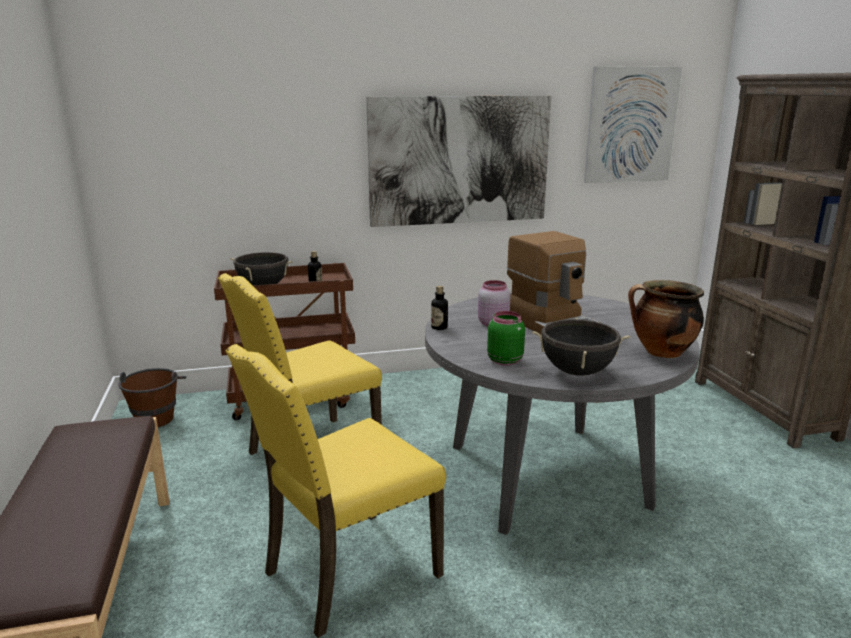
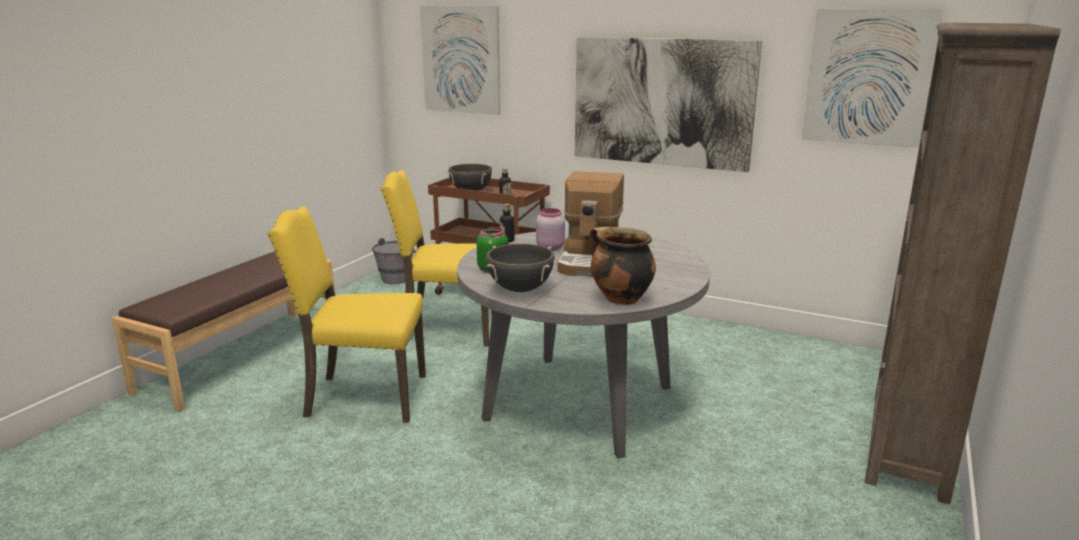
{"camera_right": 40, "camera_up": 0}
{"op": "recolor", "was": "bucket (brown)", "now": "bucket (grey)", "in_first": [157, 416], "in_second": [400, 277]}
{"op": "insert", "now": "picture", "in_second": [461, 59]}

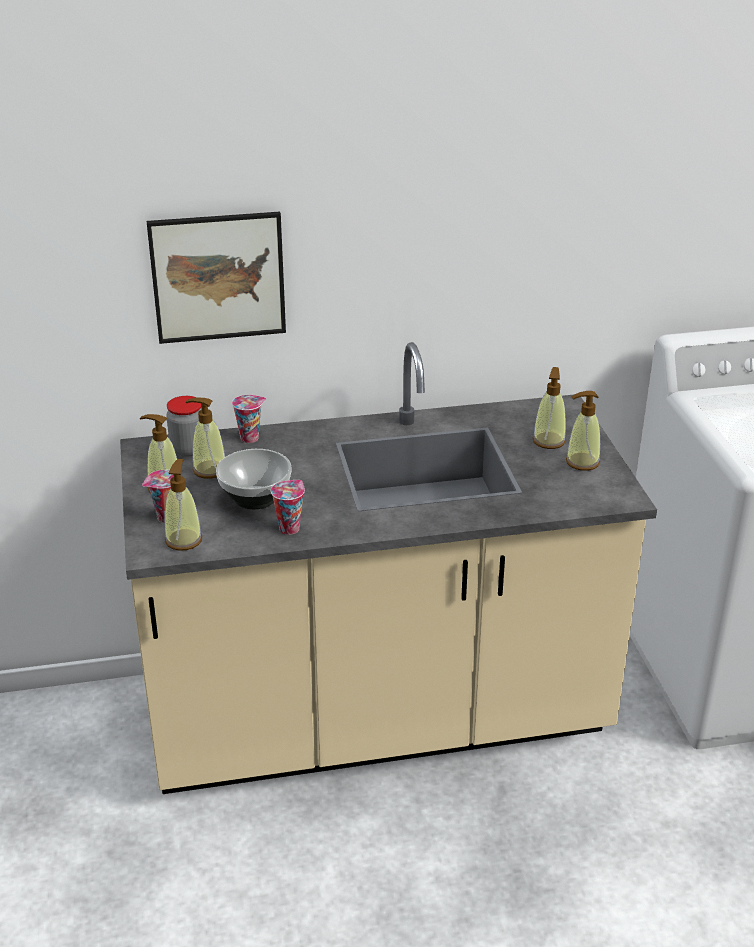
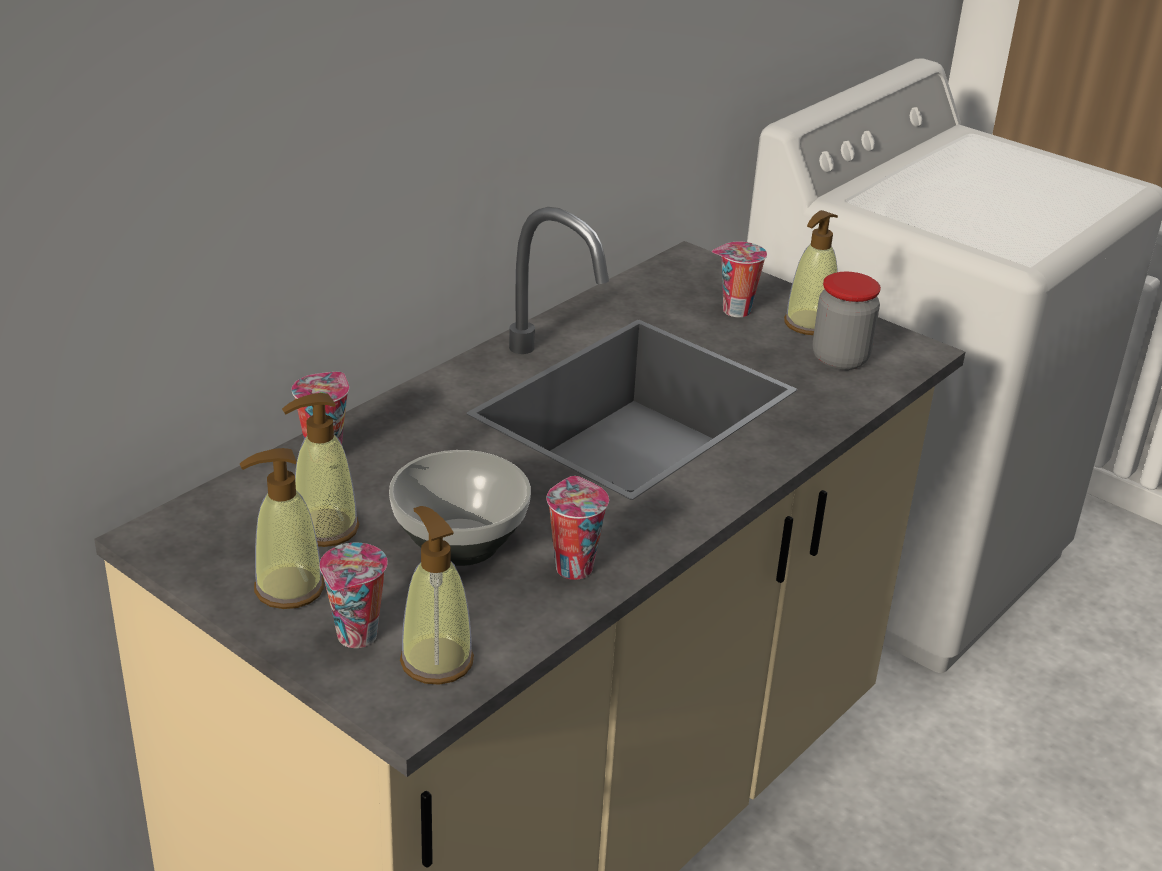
{"camera_right": -40, "camera_up": 0}
{"op": "delete", "was": "picture", "in_first": [218, 277]}
{"op": "move", "was": "jar", "in_first": [188, 449], "in_second": [840, 359]}
{"op": "replace", "was": "soap dispenser", "now": "cup", "in_first": [549, 441], "in_second": [734, 311]}

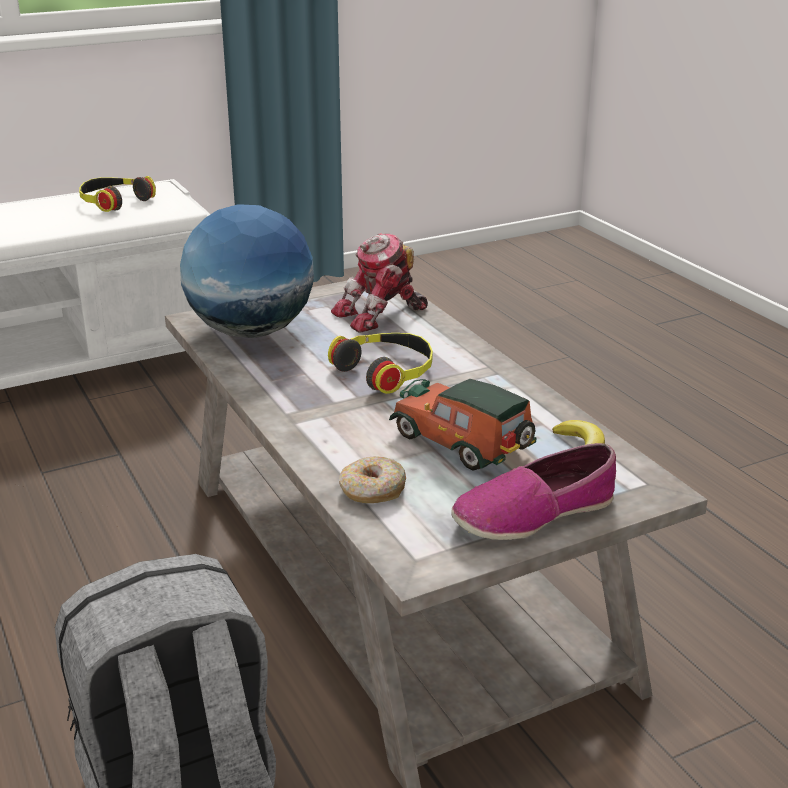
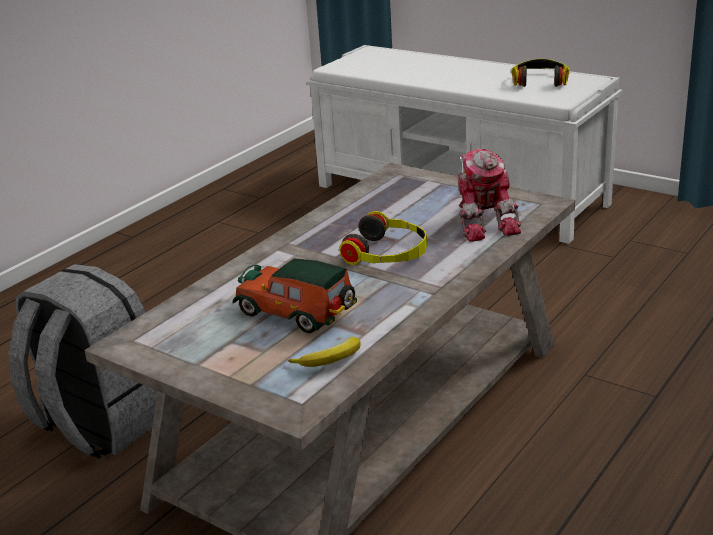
{"camera_right": 65, "camera_up": 0}
{"op": "delete", "was": "globe", "in_first": [251, 331]}
{"op": "rotate", "was": "toy robot", "in_first": [381, 315], "in_second": [484, 222], "clockwise": -135}
{"op": "delete", "was": "donut", "in_first": [372, 491]}
{"op": "rotate", "was": "toy car", "in_first": [464, 445], "in_second": [298, 314], "clockwise": -75}
{"op": "delete", "was": "shoe", "in_first": [534, 513]}

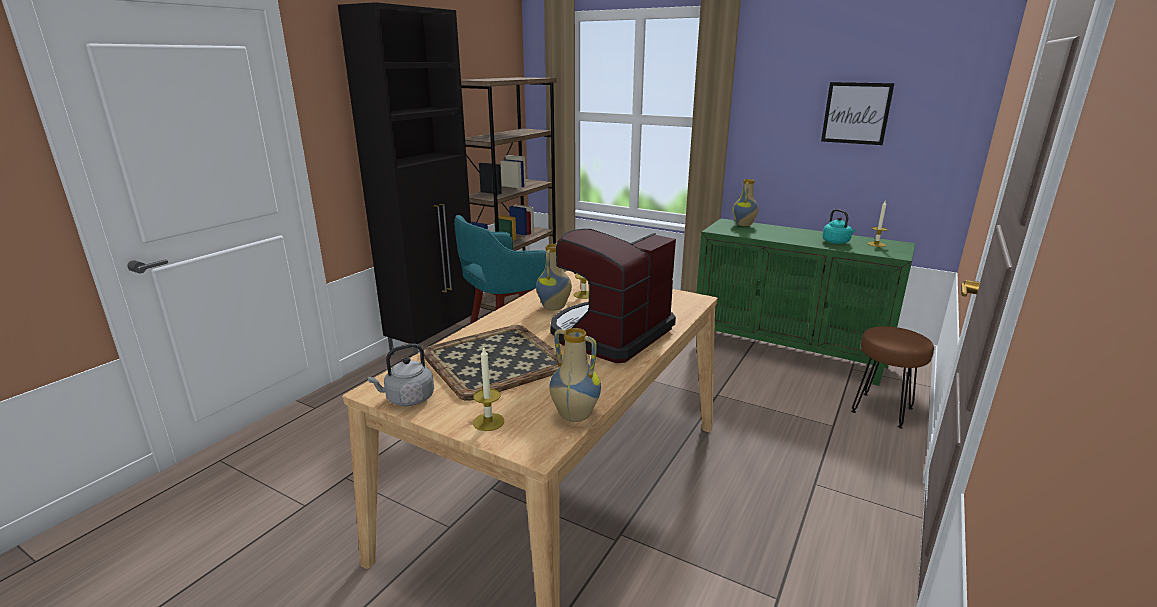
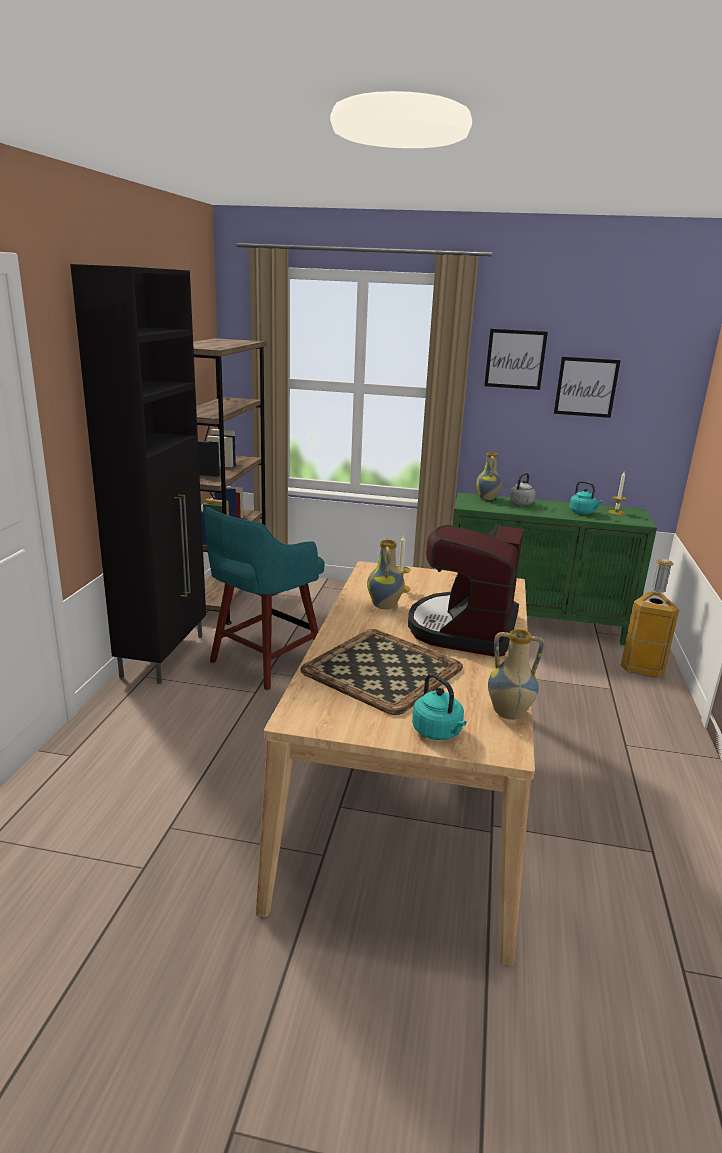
{"camera_right": -20, "camera_up": 0}
{"op": "move", "was": "kettle (grey)", "in_first": [407, 399], "in_second": [520, 504]}
{"op": "replace", "was": "candle", "now": "kettle (turquoise)", "in_first": [488, 422], "in_second": [438, 732]}
{"op": "replace", "was": "stool (brown)", "now": "trash can", "in_first": [882, 410], "in_second": [641, 667]}
{"op": "insert", "now": "picture", "in_second": [515, 359]}

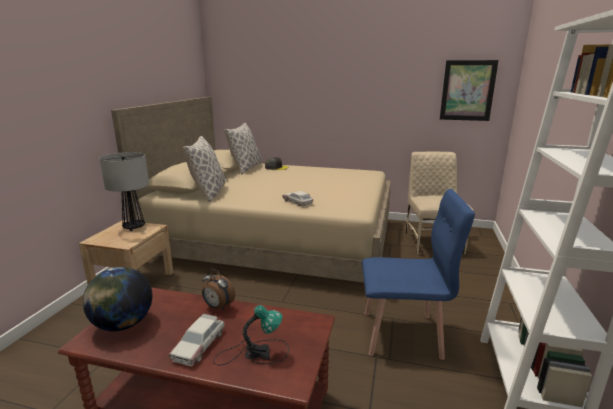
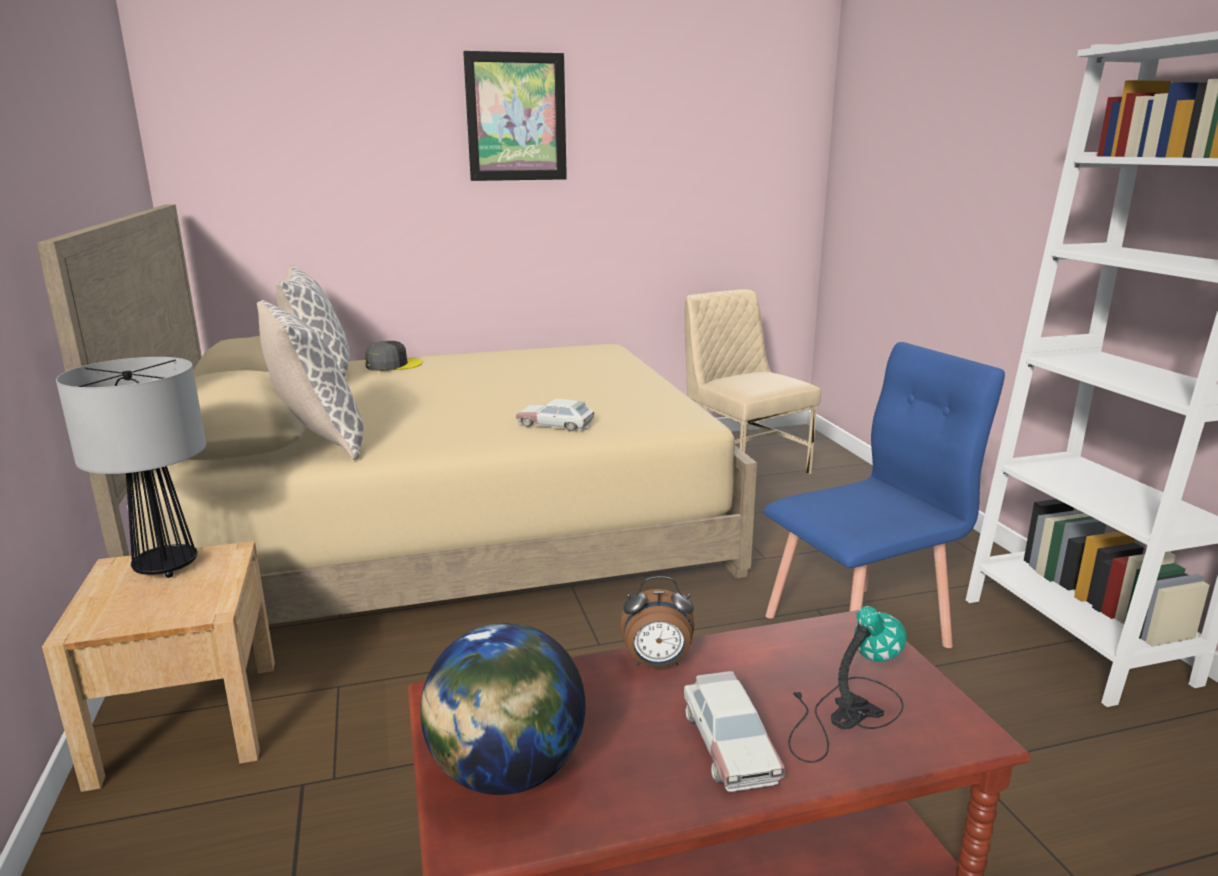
{"camera_right": -30, "camera_up": 0}
{"op": "move", "was": "picture", "in_first": [467, 90], "in_second": [516, 117]}

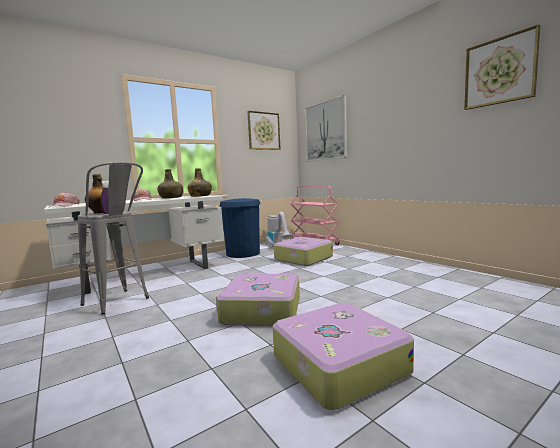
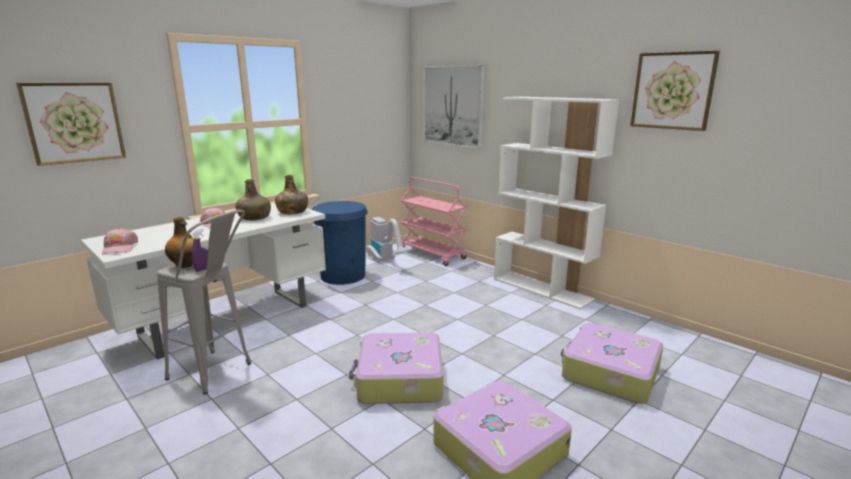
{"camera_right": -10, "camera_up": 10}
{"op": "move", "was": "picture", "in_first": [264, 131], "in_second": [74, 122]}
{"op": "move", "was": "suitcase", "in_first": [302, 258], "in_second": [609, 373]}
{"op": "insert", "now": "bookcase (white)", "in_second": [542, 289]}

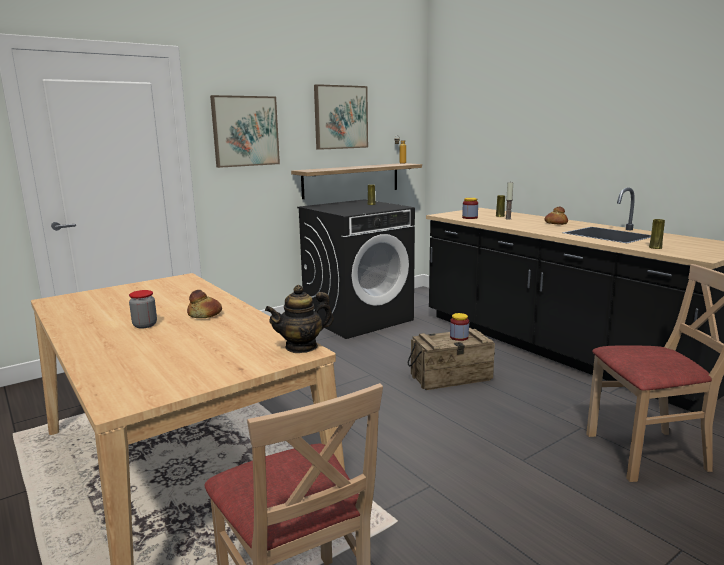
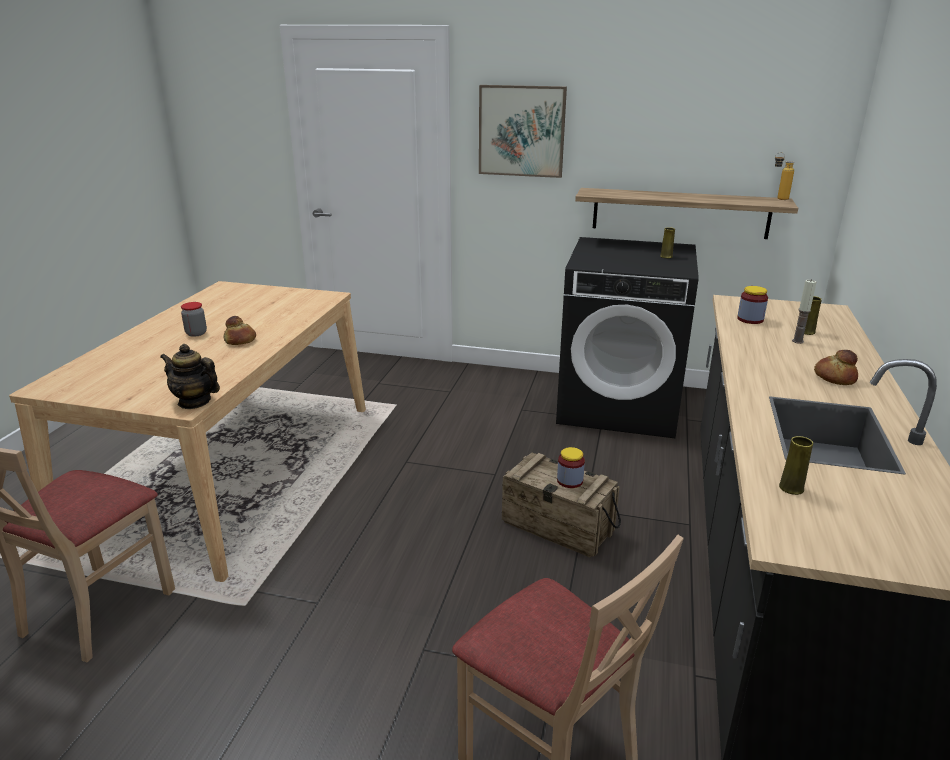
{"camera_right": 50, "camera_up": 10}
{"op": "delete", "was": "picture", "in_first": [340, 117]}

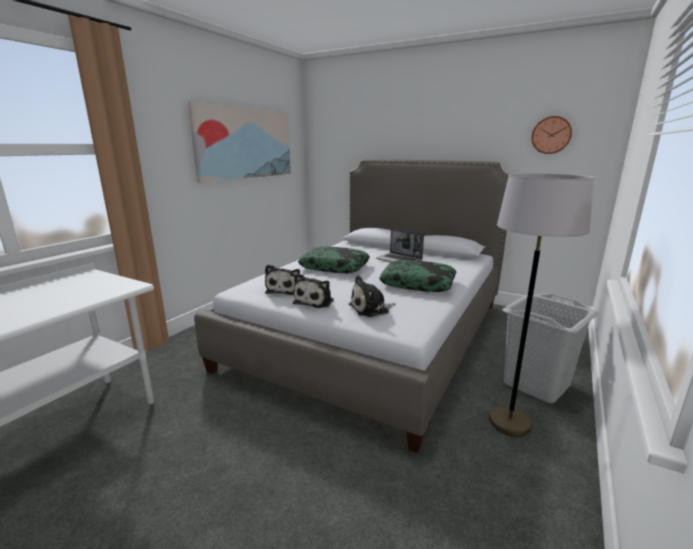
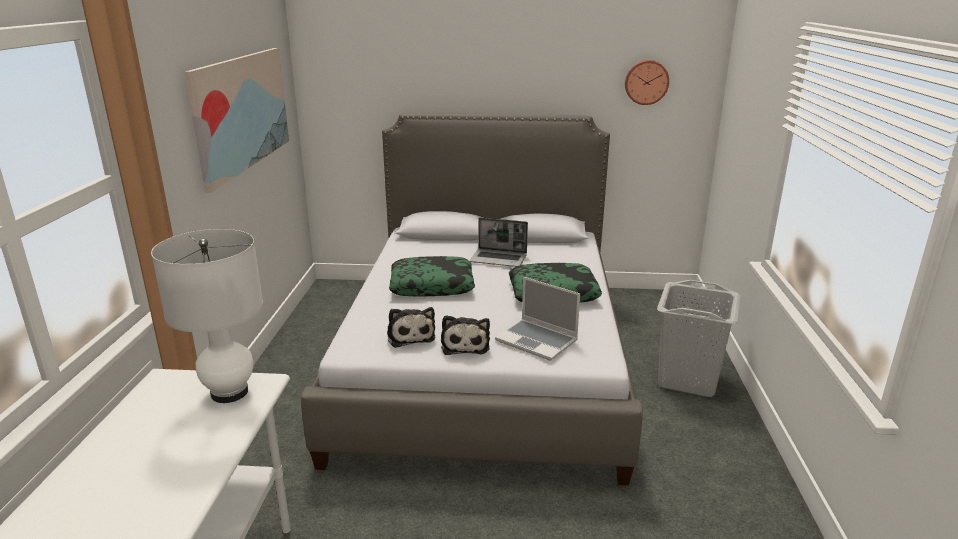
{"camera_right": -25, "camera_up": 5}
{"op": "replace", "was": "plush toy", "now": "laptop", "in_first": [371, 309], "in_second": [538, 341]}
{"op": "delete", "was": "floor lamp (grey)", "in_first": [509, 422]}
{"op": "insert", "now": "table lamp (white)", "in_second": [229, 393]}

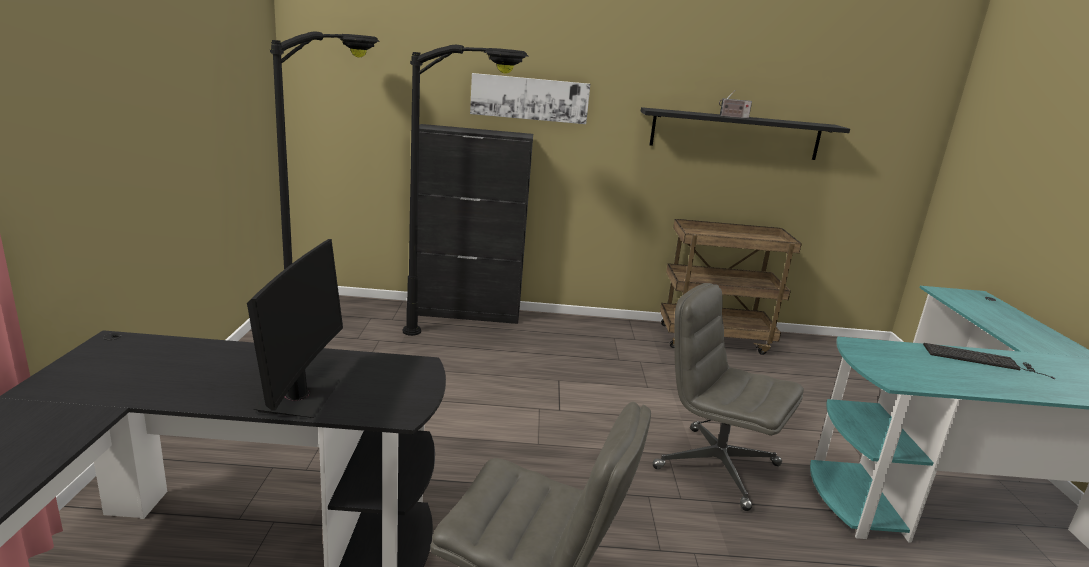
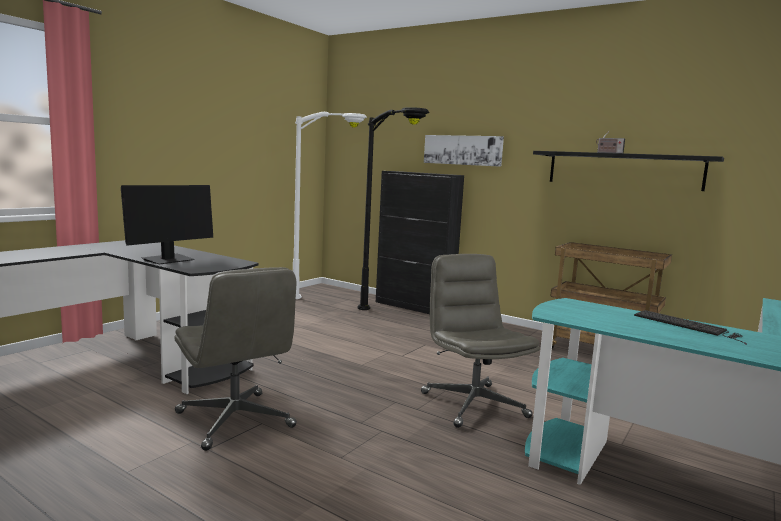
{"camera_right": 35, "camera_up": -10}
{"op": "recolor", "was": "floor lamp (black)", "now": "floor lamp (white)", "in_first": [343, 318], "in_second": [333, 297]}

